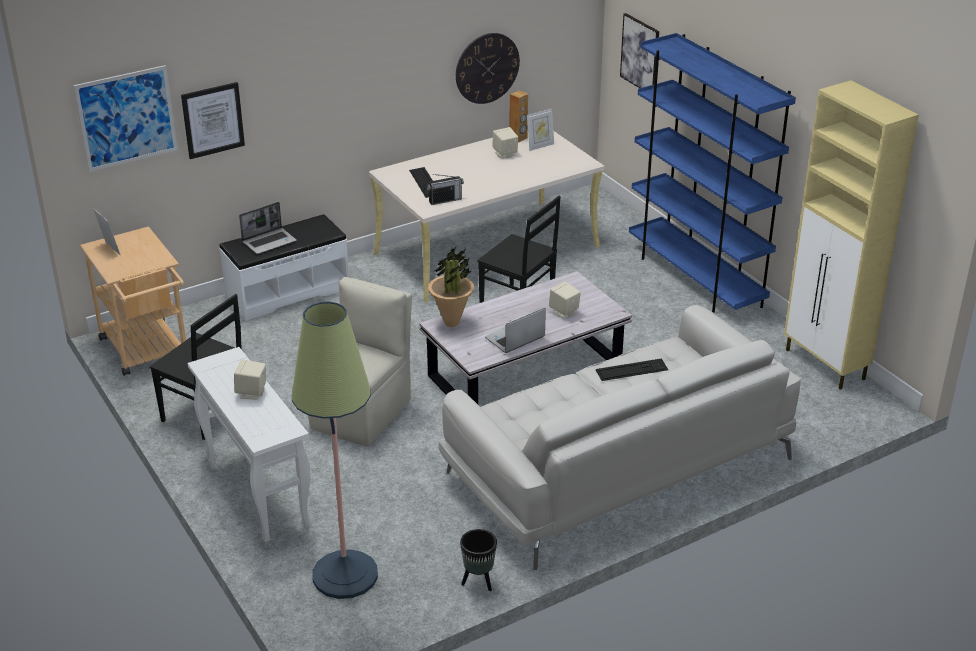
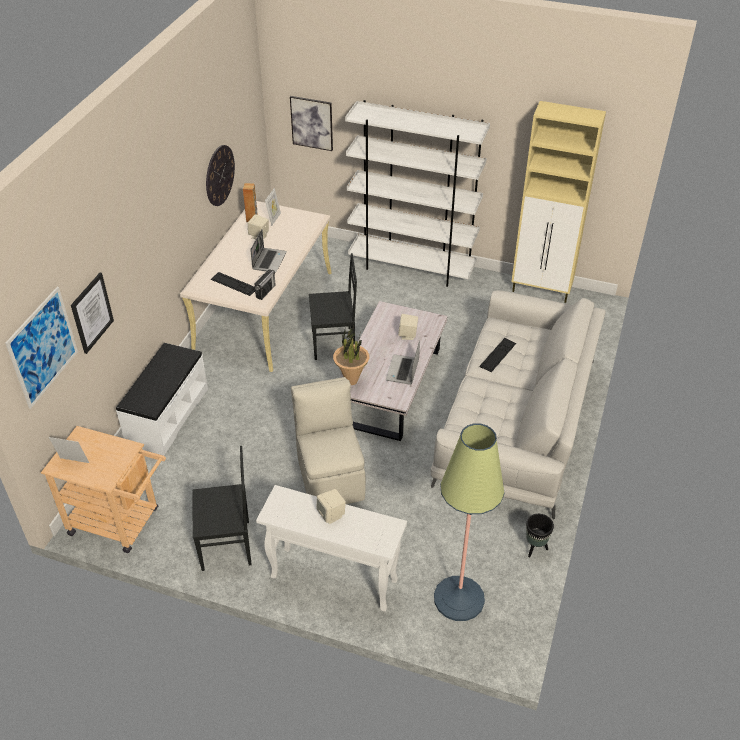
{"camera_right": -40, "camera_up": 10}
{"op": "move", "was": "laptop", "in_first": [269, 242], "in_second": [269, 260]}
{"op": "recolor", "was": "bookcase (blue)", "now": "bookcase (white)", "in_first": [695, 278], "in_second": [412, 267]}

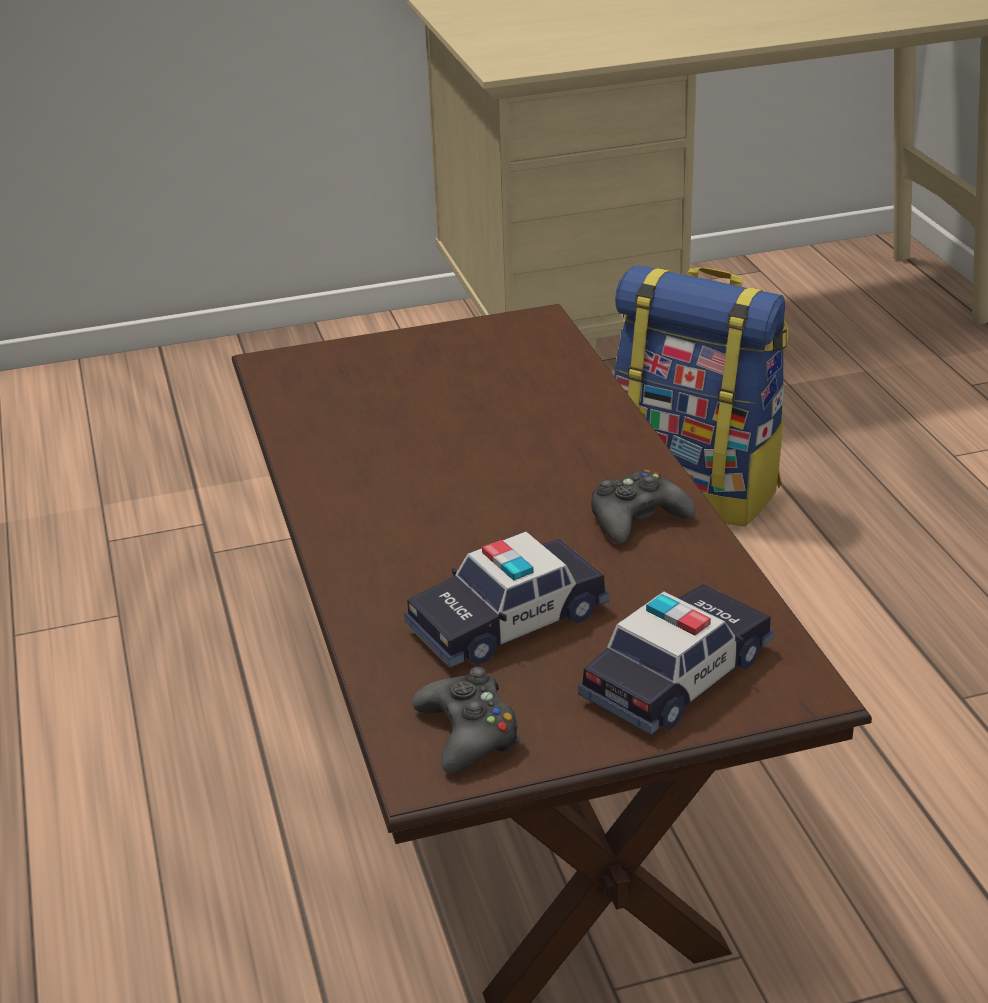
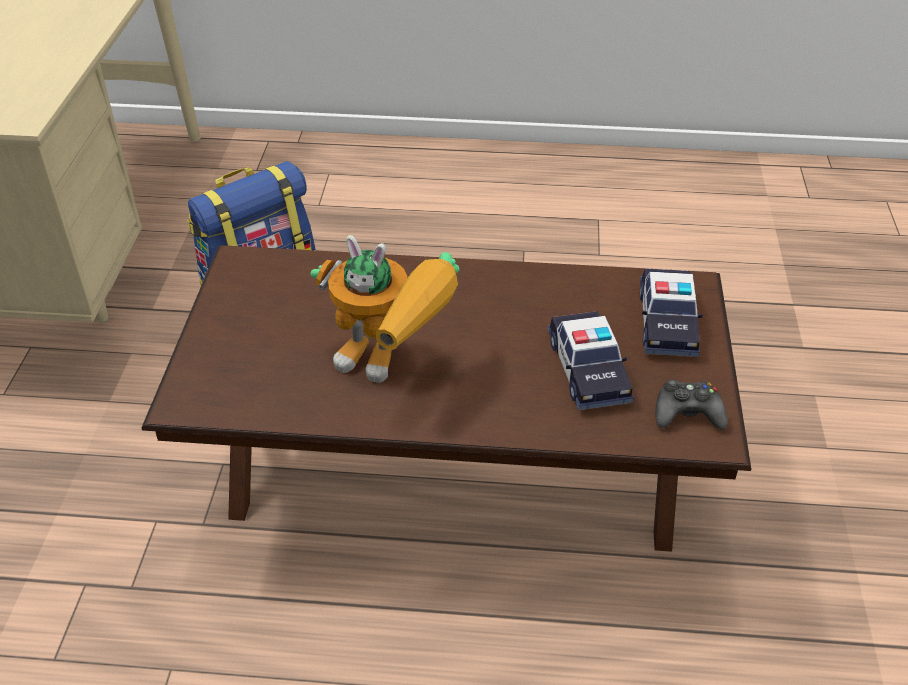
{"camera_right": -70, "camera_up": 10}
{"op": "rotate", "was": "toy car", "in_first": [677, 675], "in_second": [667, 322], "clockwise": -150}
{"op": "delete", "was": "game controller (black)", "in_first": [637, 519]}
{"op": "insert", "now": "toy robot", "in_second": [392, 363]}

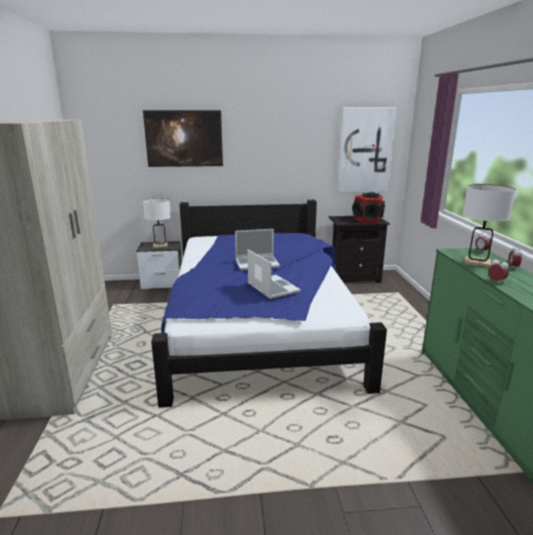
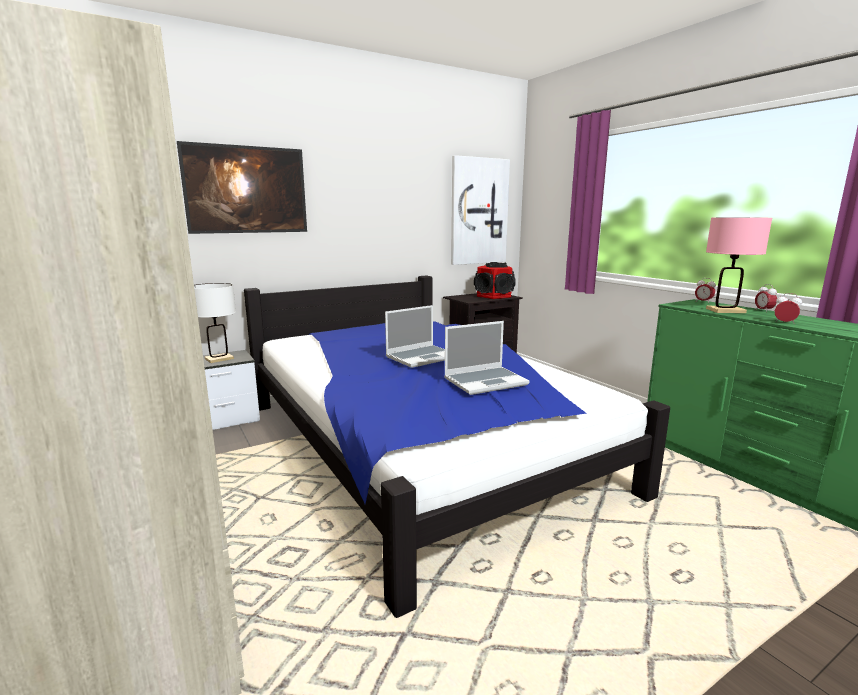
{"camera_right": -25, "camera_up": -5}
{"op": "rotate", "was": "laptop", "in_first": [272, 288], "in_second": [486, 381], "clockwise": 120}
{"op": "recolor", "was": "table lamp (white)", "now": "table lamp (pink)", "in_first": [477, 262], "in_second": [725, 310]}

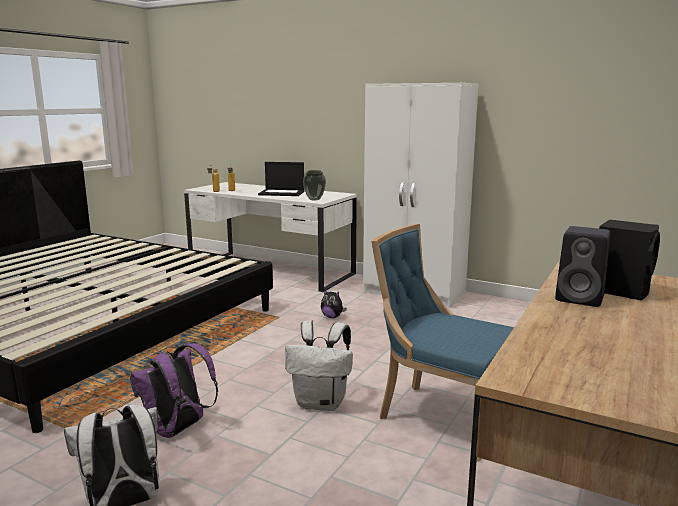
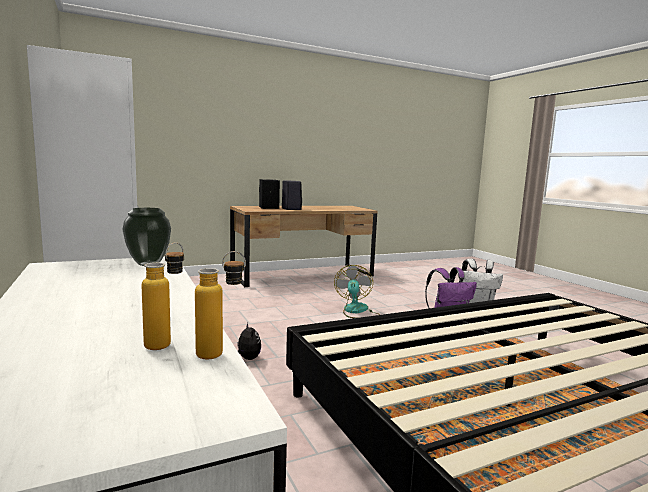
{"camera_right": -145, "camera_up": -5}
{"op": "delete", "was": "laptop", "in_first": [282, 193]}
{"op": "replace", "was": "backpack (white)", "now": "fan", "in_first": [321, 403], "in_second": [356, 311]}
{"op": "delete", "was": "chair (blue)", "in_first": [440, 415]}

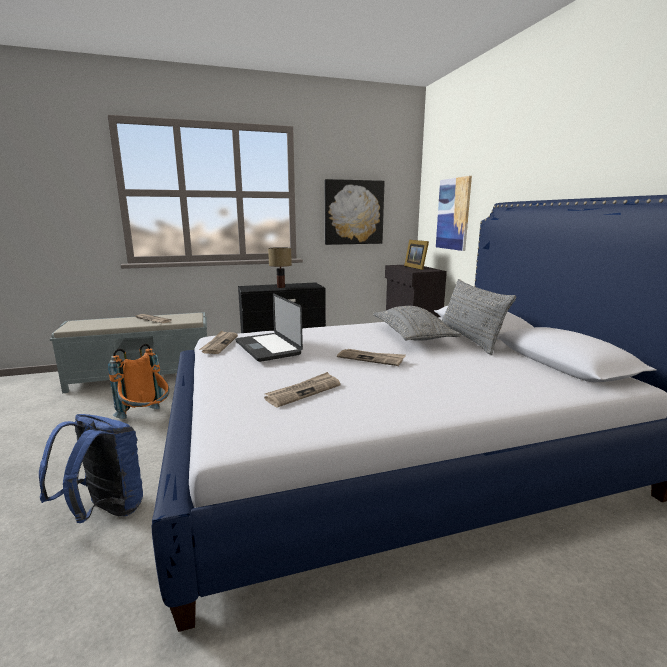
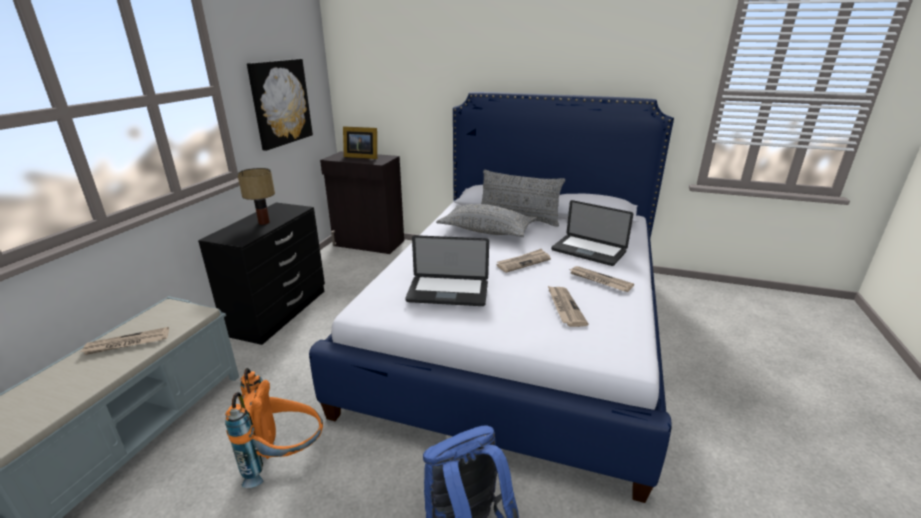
{"camera_right": -55, "camera_up": 10}
{"op": "move", "was": "newspaper", "in_first": [219, 344], "in_second": [599, 280]}
{"op": "delete", "was": "picture", "in_first": [453, 214]}
{"op": "insert", "now": "laptop", "in_second": [588, 251]}

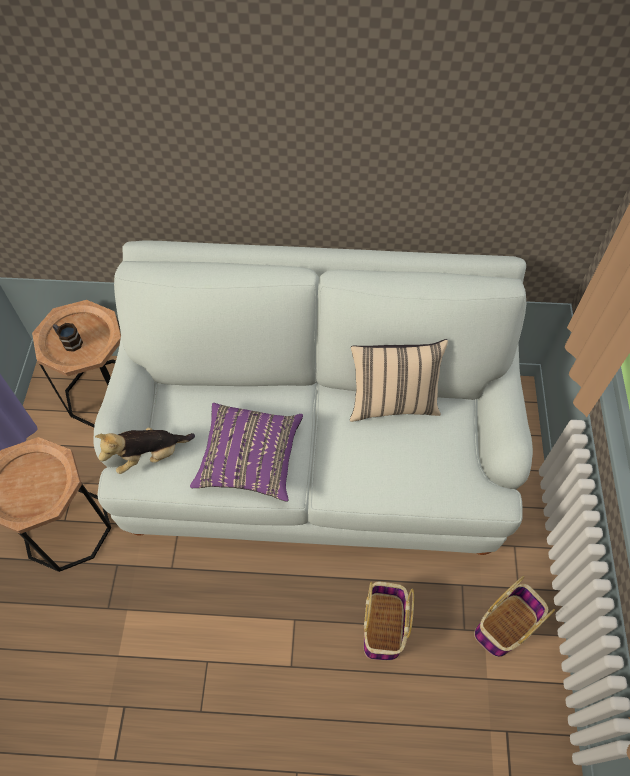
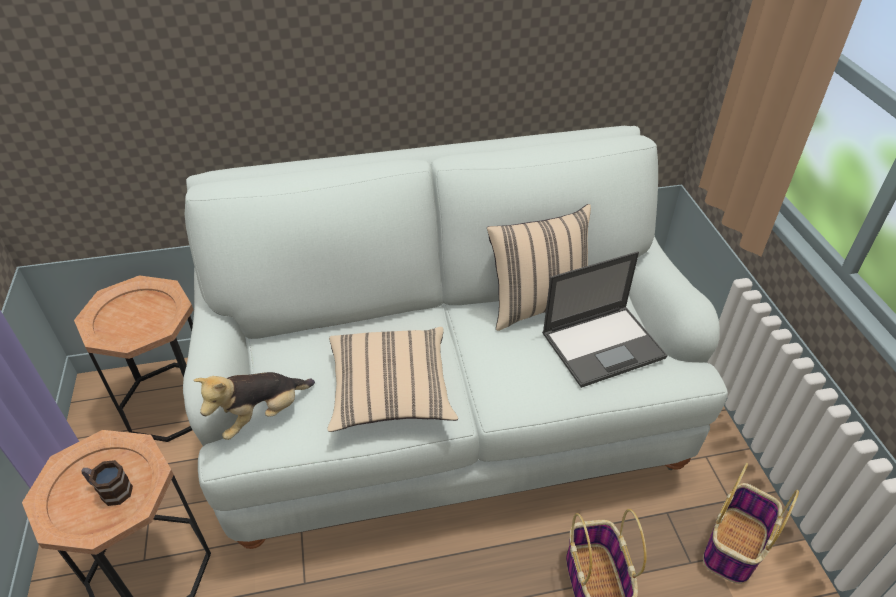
{"camera_right": -15, "camera_up": -15}
{"op": "move", "was": "mug", "in_first": [69, 341], "in_second": [110, 490]}
{"op": "recolor", "was": "pillow (purple)", "now": "pillow (beige)", "in_first": [249, 459], "in_second": [391, 392]}
{"op": "insert", "now": "laptop", "in_second": [604, 345]}

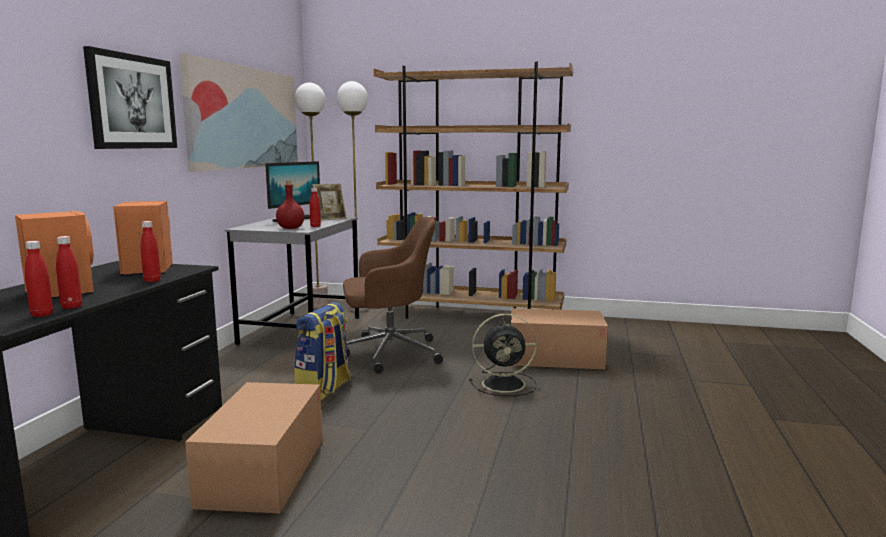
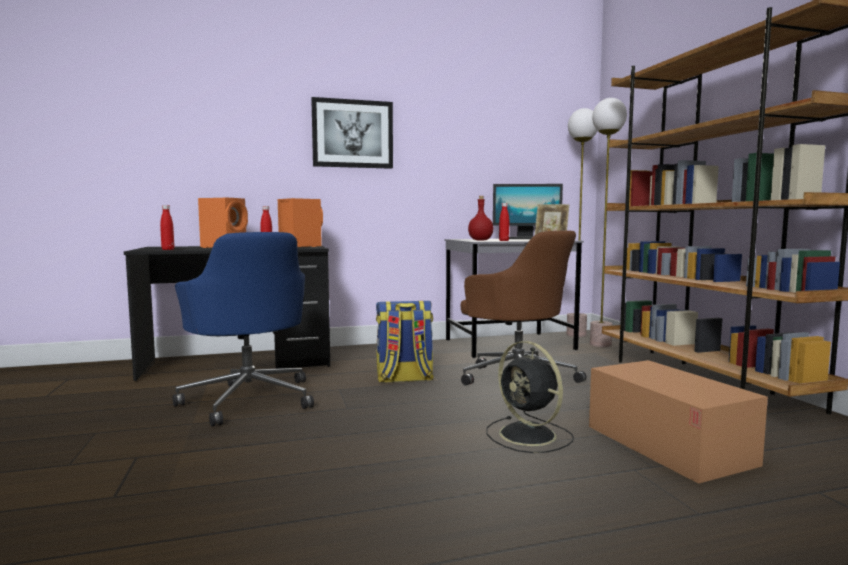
{"camera_right": 60, "camera_up": -5}
{"op": "delete", "was": "bottle (red)", "in_first": [72, 307]}
{"op": "delete", "was": "picture", "in_first": [246, 117]}
{"op": "replace", "was": "cardboard box", "now": "office chair (blue)", "in_first": [263, 471], "in_second": [249, 399]}

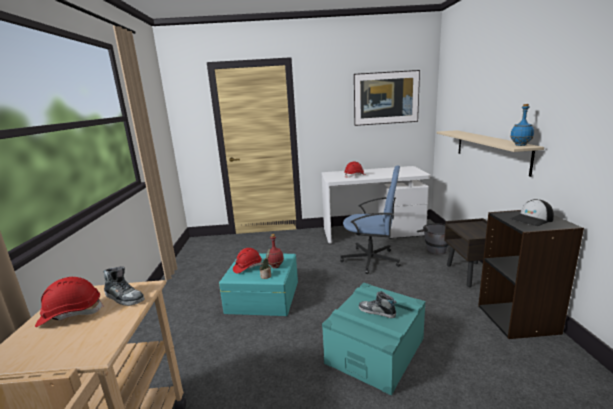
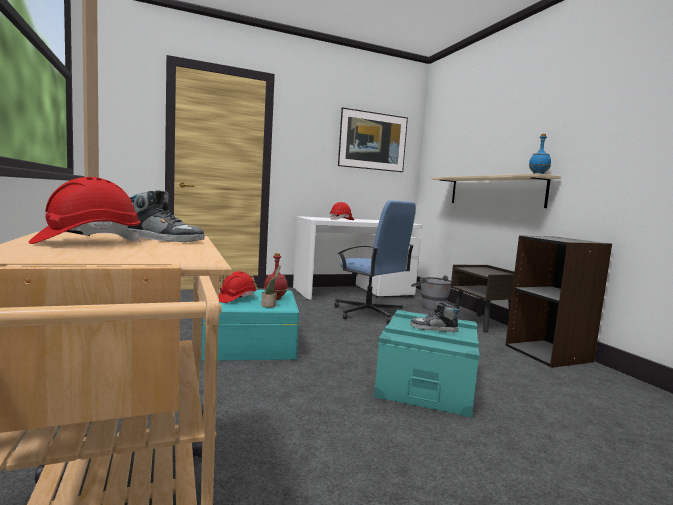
{"camera_right": -20, "camera_up": -10}
{"op": "rotate", "was": "office chair (blue)", "in_first": [371, 260], "in_second": [368, 313], "clockwise": 45}
{"op": "delete", "was": "cap", "in_first": [532, 219]}

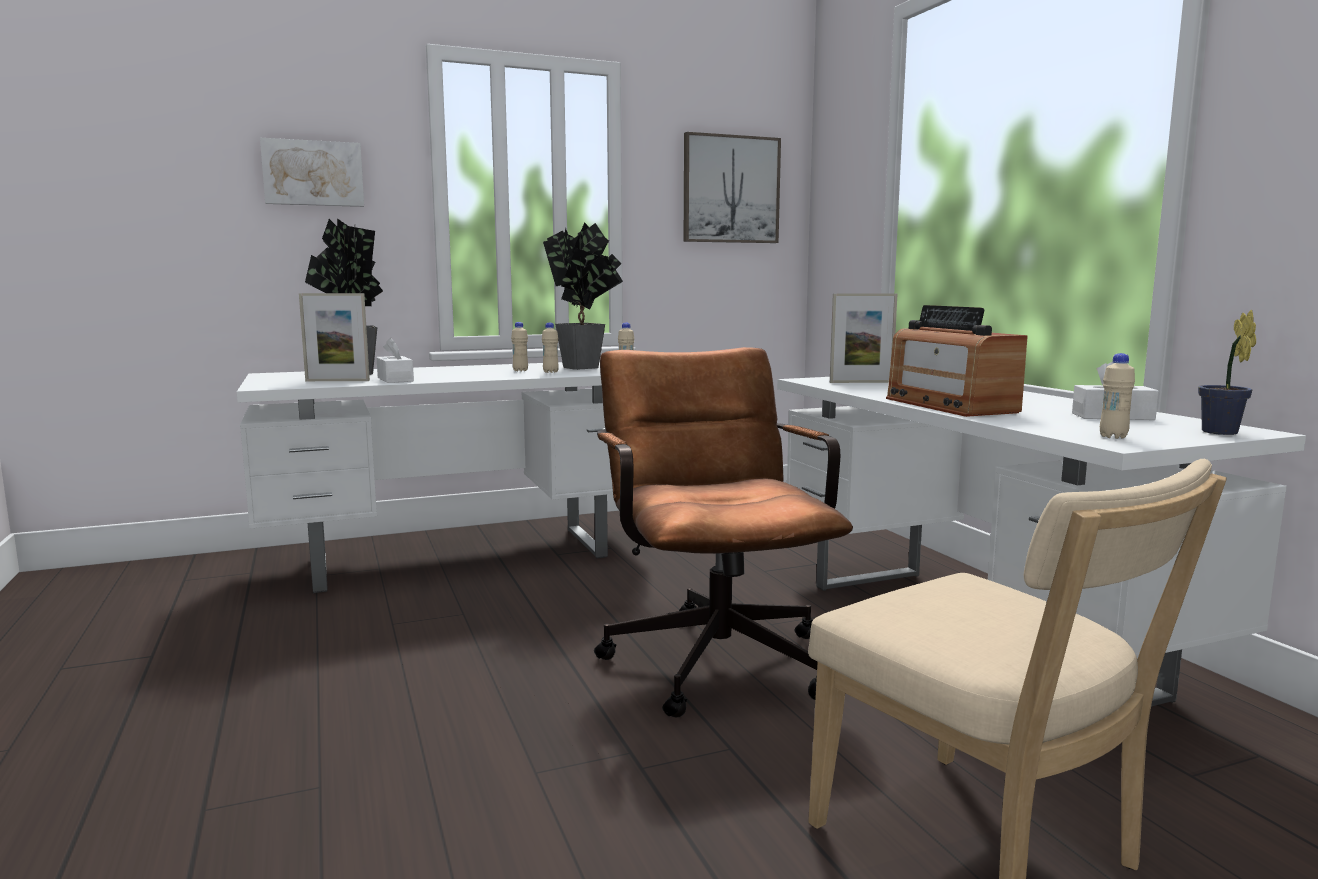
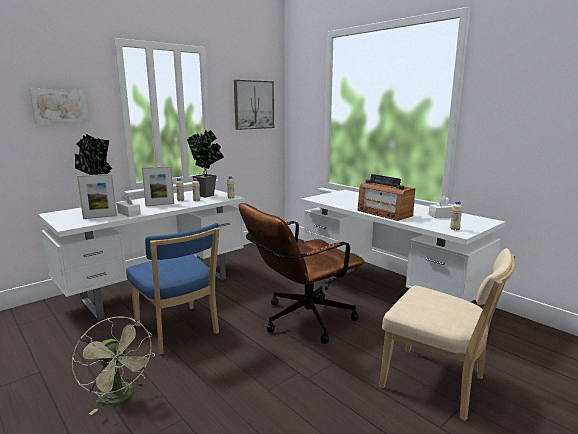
{"camera_right": -20, "camera_up": 5}
{"op": "rotate", "was": "office chair (brown)", "in_first": [712, 653], "in_second": [300, 321], "clockwise": -90}
{"op": "move", "was": "picture frame", "in_first": [861, 382], "in_second": [160, 205]}
{"op": "delete", "was": "potted plant", "in_first": [1221, 433]}
{"op": "insert", "now": "fan (green)", "in_second": [120, 398]}
{"op": "insert", "now": "chair (blue)", "in_second": [178, 331]}

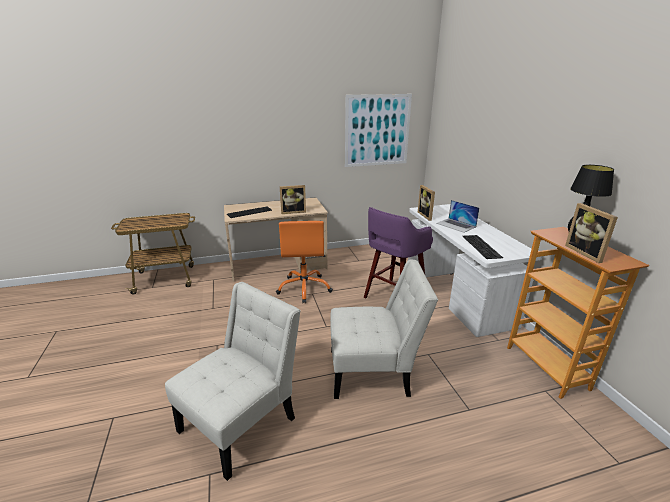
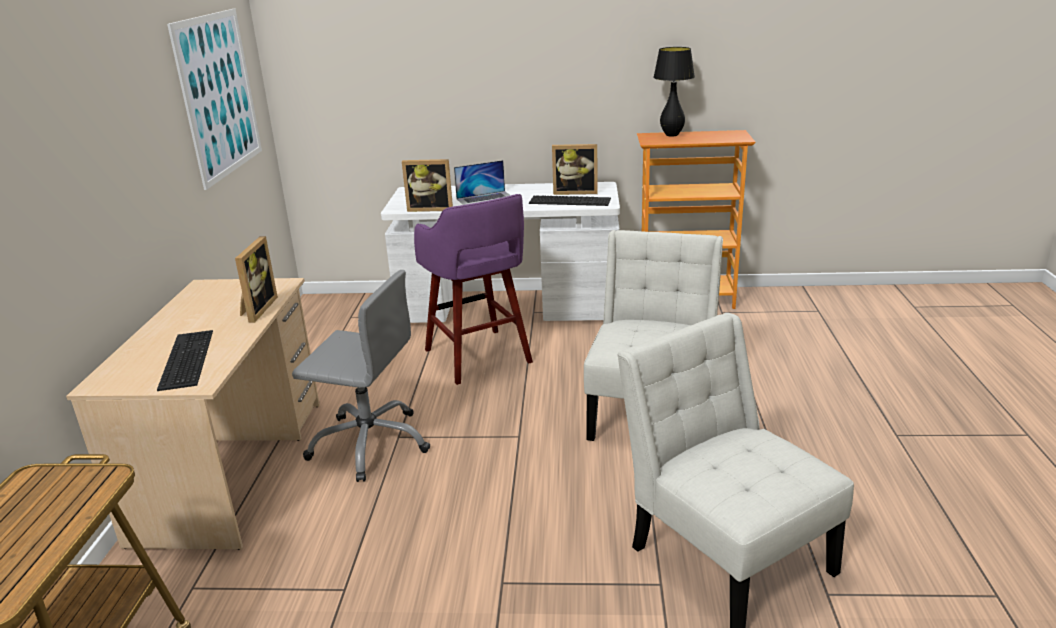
{"camera_right": -70, "camera_up": 0}
{"op": "recolor", "was": "office chair (orange)", "now": "office chair (grey)", "in_first": [304, 288], "in_second": [370, 443]}
{"op": "move", "was": "picture frame", "in_first": [587, 253], "in_second": [575, 192]}

